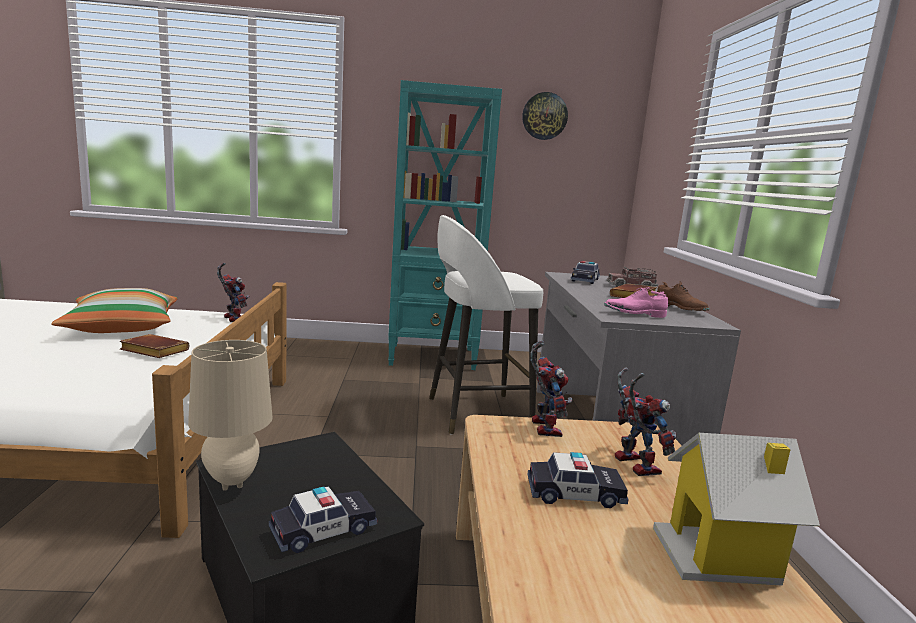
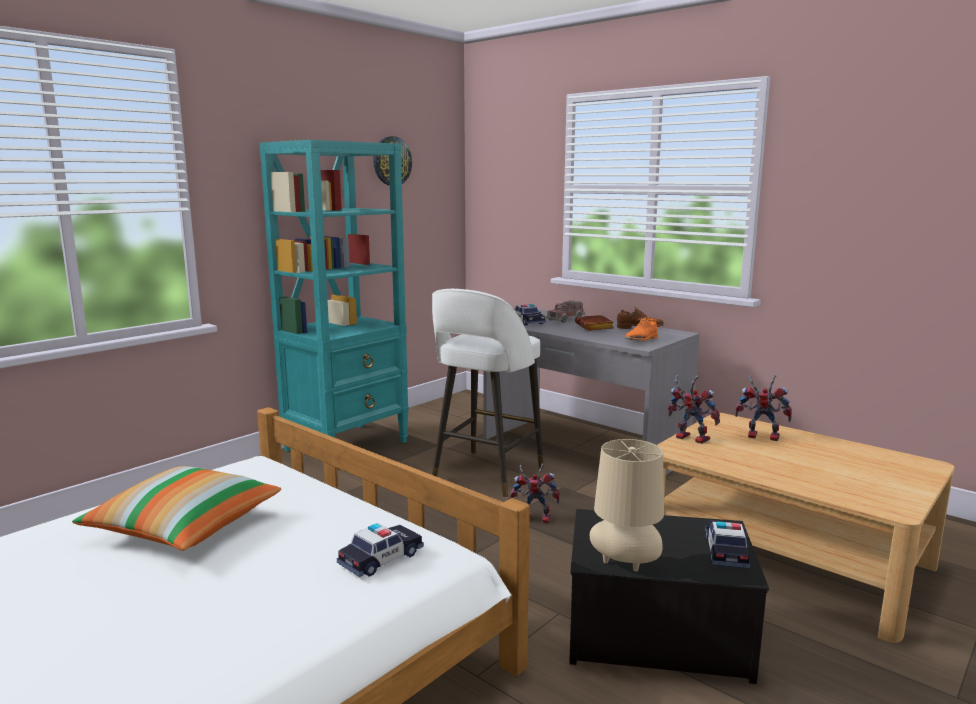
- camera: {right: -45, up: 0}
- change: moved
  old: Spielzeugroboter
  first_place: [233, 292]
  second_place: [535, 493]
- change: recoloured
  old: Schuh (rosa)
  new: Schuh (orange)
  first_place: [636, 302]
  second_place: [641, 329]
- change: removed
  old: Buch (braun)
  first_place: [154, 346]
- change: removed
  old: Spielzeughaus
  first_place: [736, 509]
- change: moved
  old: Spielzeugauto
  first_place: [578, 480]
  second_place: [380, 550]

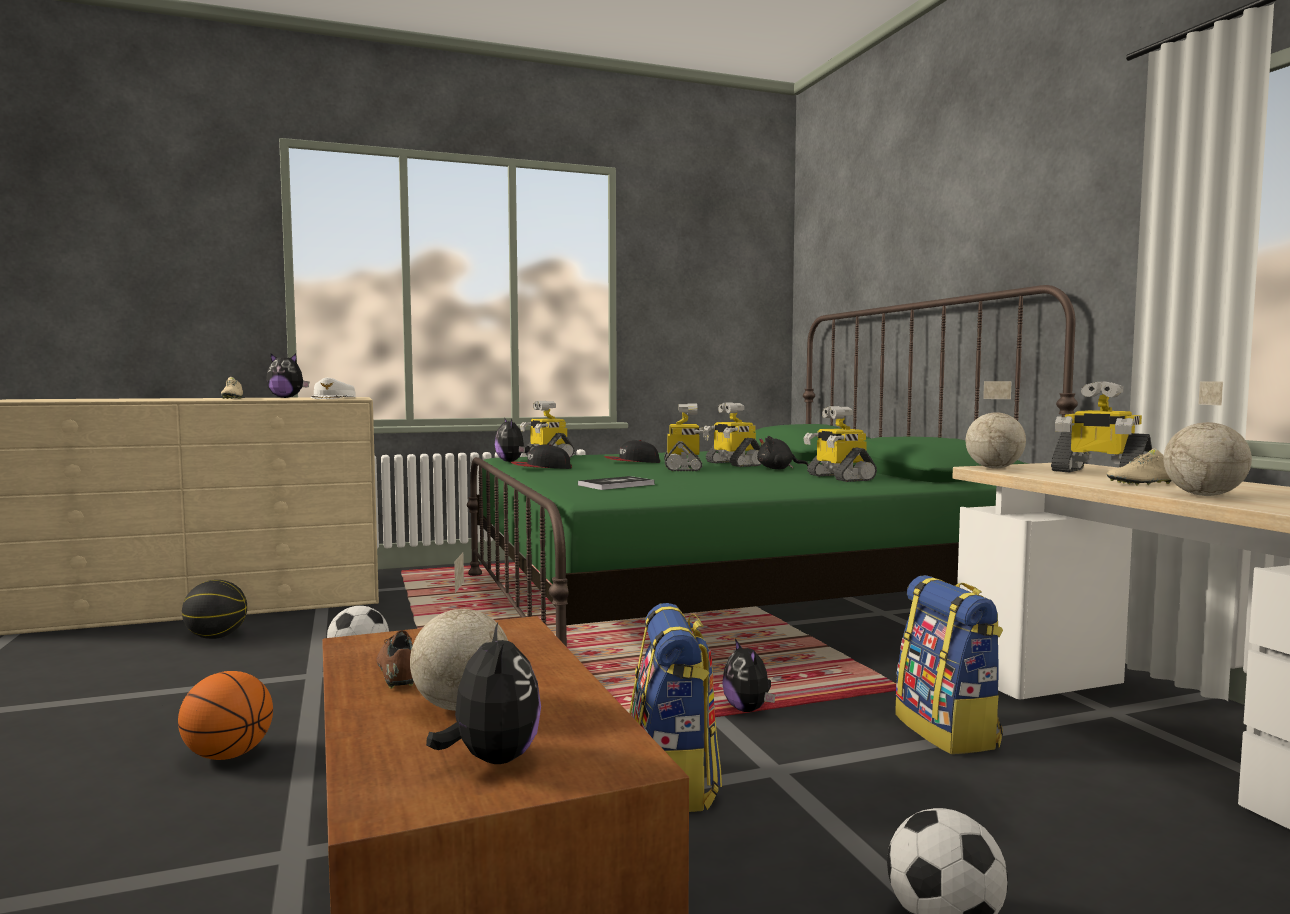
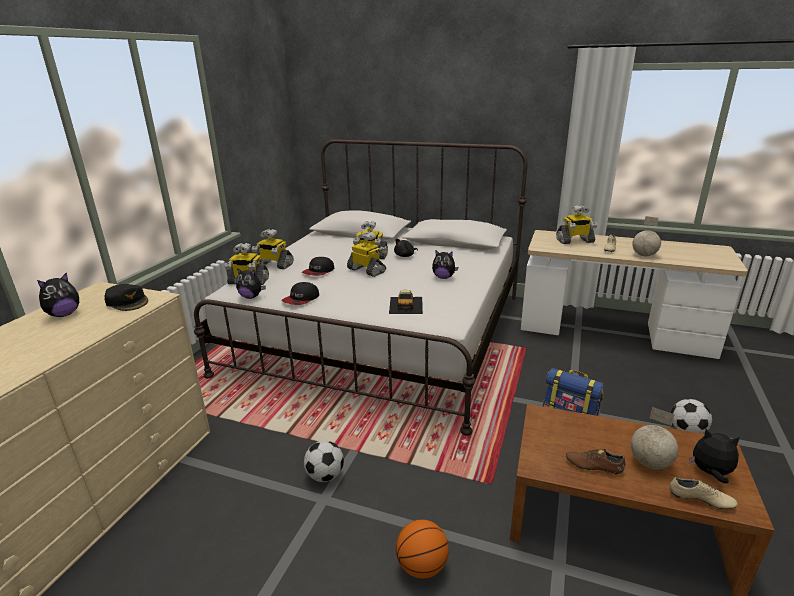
- camera: {right: -50, up: 20}
- change: recoloured
  old: Bett (grün)
  new: Bett (weiß)
  first_place: [772, 466]
  second_place: [360, 287]
- change: moved
  old: Schuh (beige)
  first_place: [232, 388]
  second_place: [704, 493]
- change: recoloured
  old: Kappe (weiß)
  new: Kappe (schwarz)
  first_place: [333, 388]
  second_place: [126, 297]
- change: removed
  old: Globus
  first_place: [996, 425]
- change: moved
  old: Spielzeugroboter
  first_place: [840, 444]
  second_place: [273, 249]
- change: replaced
  old: Buch
  new: Spielzeugauto
  first_place: [616, 483]
  second_place: [406, 302]
- change: removed
  old: Rucksack
  first_place: [949, 664]
- change: removed
  old: Basketball
  first_place: [214, 609]
- change: moved
  old: Plüschtier
  first_place: [748, 675]
  second_place: [445, 264]

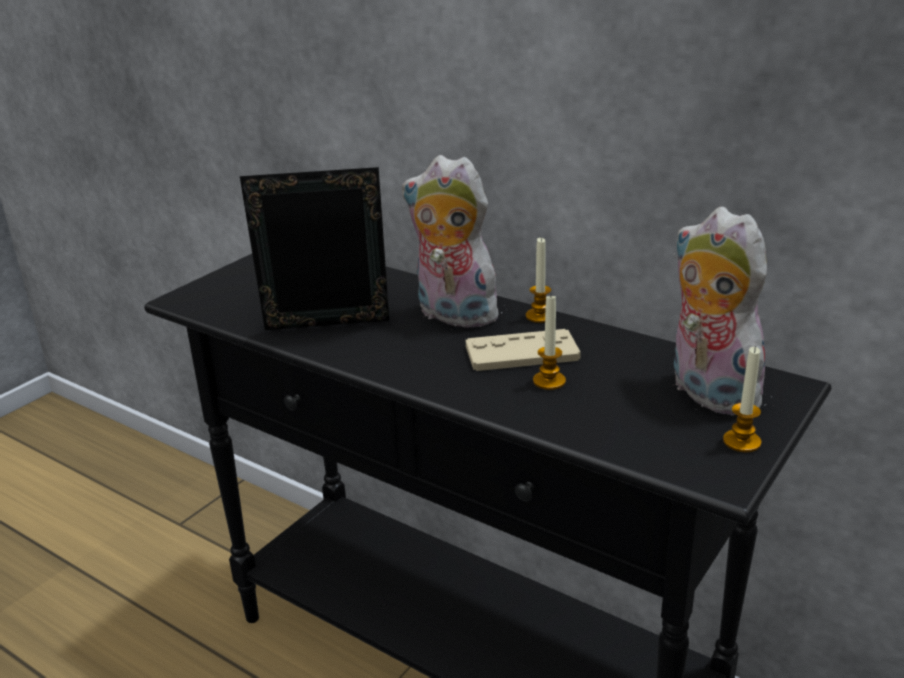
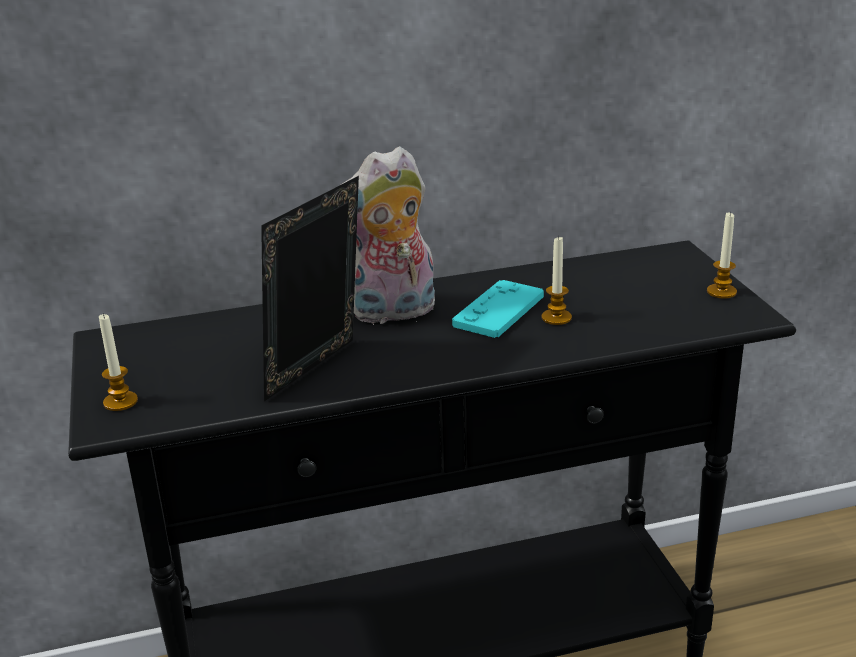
- camera: {right: -50, up: 0}
- change: removed
  old: Plüschtier
  first_place: [724, 311]
- change: moved
  old: Kerze
  first_place: [538, 280]
  second_place: [118, 362]
- change: recoloured
  old: Gamepad (beige)
  new: Gamepad (türkis)
  first_place: [523, 350]
  second_place: [498, 309]

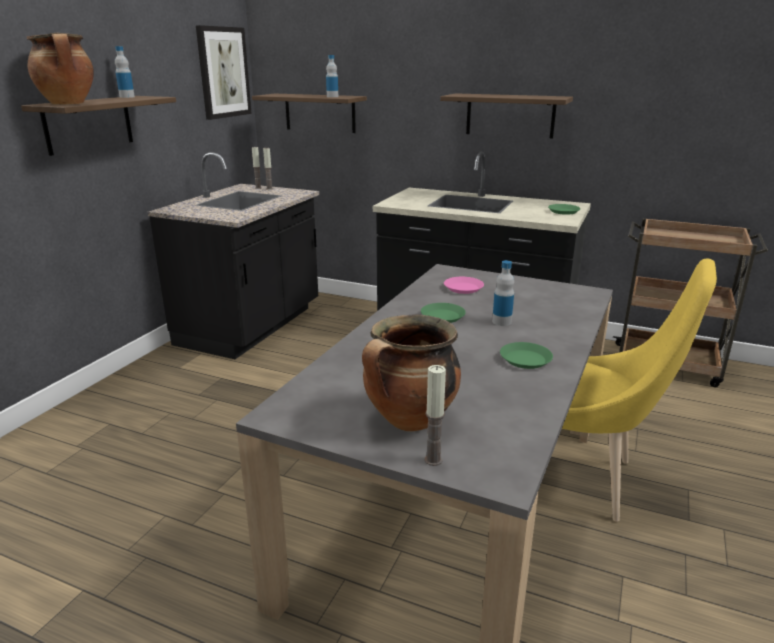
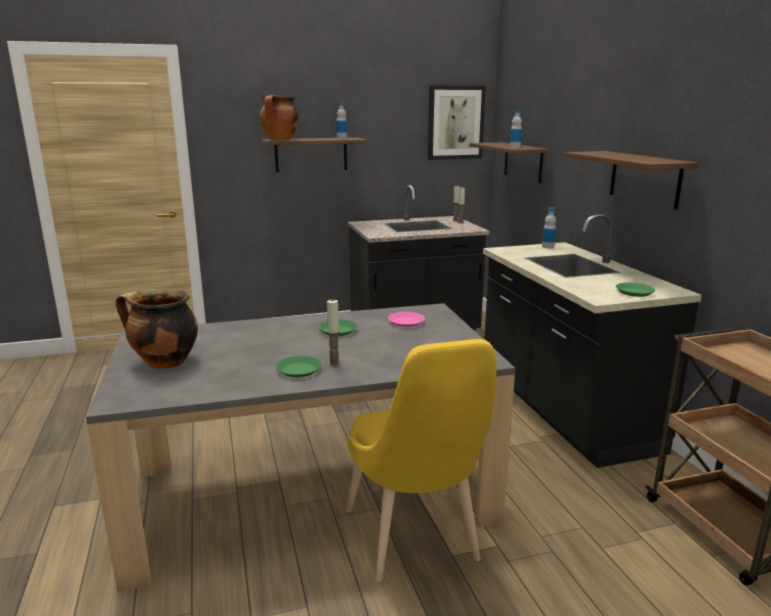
- camera: {right: 50, up: -5}
- change: moved
  old: Flasche
  first_place: [503, 293]
  second_place: [549, 227]
- change: moved
  old: Kerze
  first_place: [435, 415]
  second_place: [333, 333]

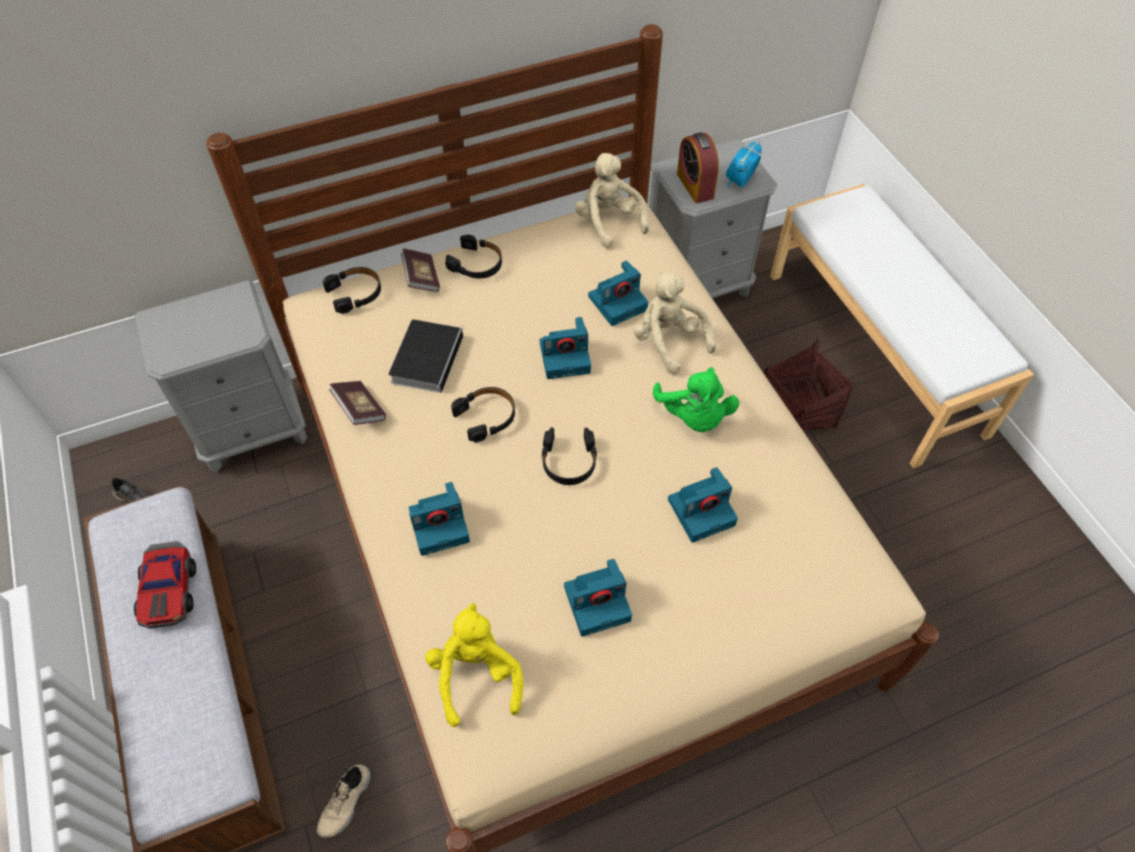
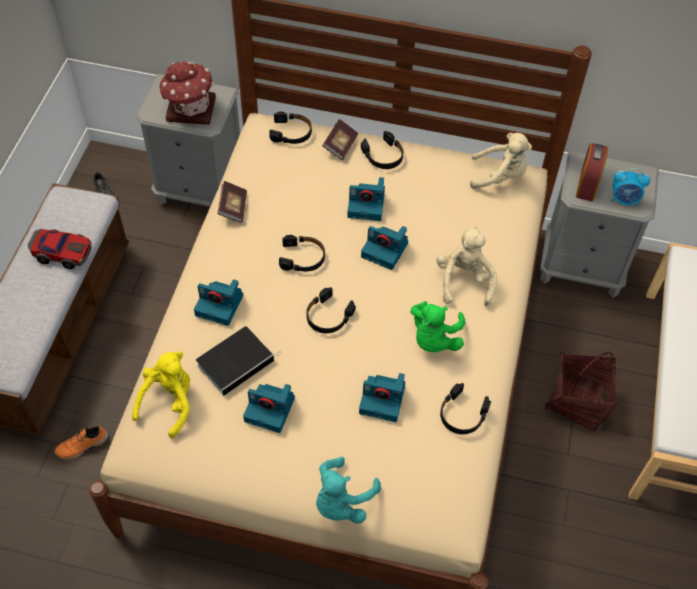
- camera: {right: 35, up: 0}
- change: turned
  old: Wecker
  first_place: [744, 164]
  second_place: [630, 187]
  degrees: -150
- change: turned
  old: Plüschtier (beige)
  first_place: [612, 200]
  second_place: [501, 161]
  degrees: 90
- change: moved
  old: Kamera
  first_place: [618, 293]
  second_place: [366, 199]
- change: moved
  old: Buch
  first_place: [426, 356]
  second_place: [239, 361]
- change: turned
  old: Spielzeugauto
  first_place: [165, 585]
  second_place: [60, 249]
  degrees: -105
- change: recoloured
  old: Schuh (beige)
  new: Schuh (orange)
  first_place: [343, 801]
  second_place: [81, 442]
- change: added
  new: Spielzeughaus
  second_place: [187, 93]
- change: added
  new: Kopfhörer (schwarz)
  second_place: [465, 408]
- change: added
  new: Plüschtier (türkis)
  second_place: [348, 490]

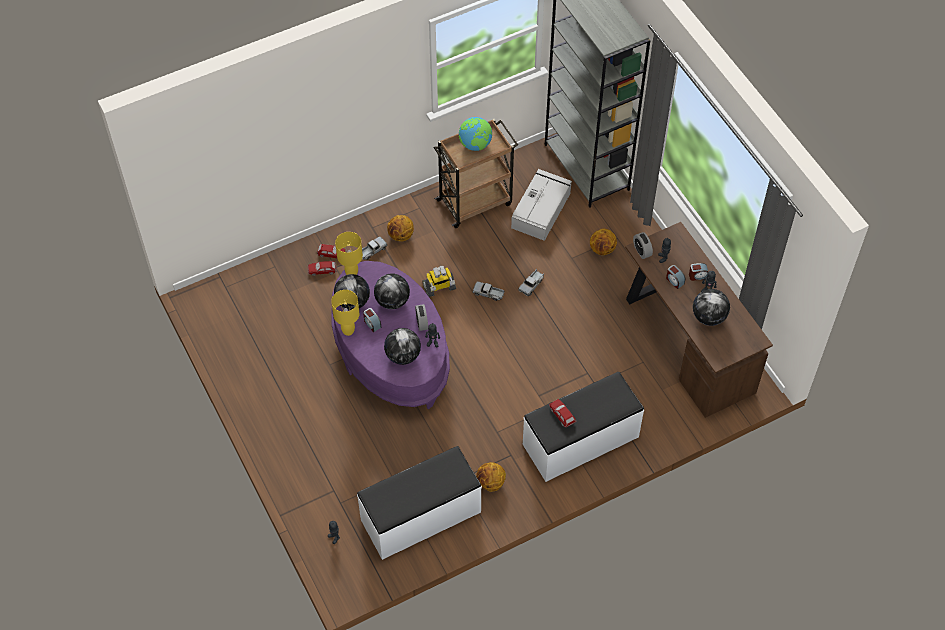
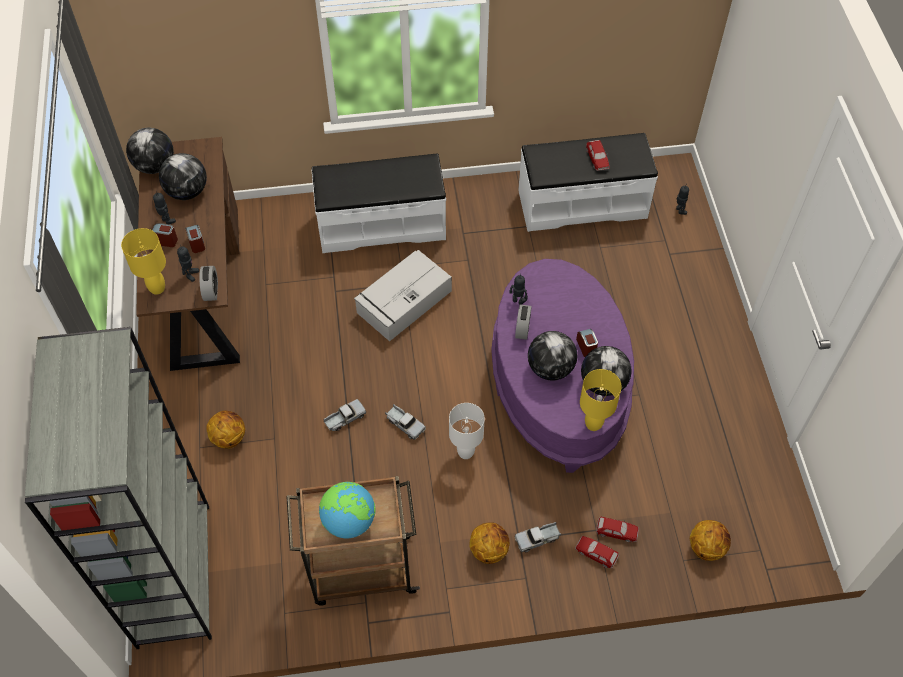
- camera: {right: -160, up: 0}
- change: moved
  old: Aufbewahrungsbox (grau)
  first_place: [541, 205]
  second_place: [403, 295]
- change: replaced
  old: Spielzeugroboter
  new: Tischlampe (weiß)
  first_place: [439, 281]
  second_place: [467, 431]
- change: moved
  old: Tischlampe (gelb)
  first_place: [345, 313]
  second_place: [143, 261]
- change: moved
  old: Globus
  first_place: [402, 346]
  second_place: [150, 151]
- change: moved
  old: Spielzeugauto
  first_place: [562, 413]
  second_place: [598, 155]
- change: moved
  old: Basketball
  first_place: [491, 477]
  second_place: [710, 540]

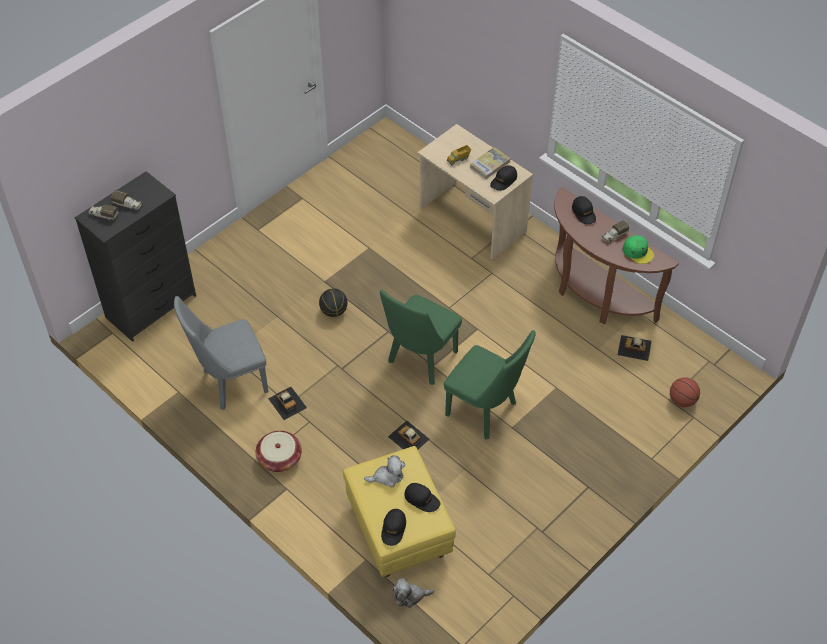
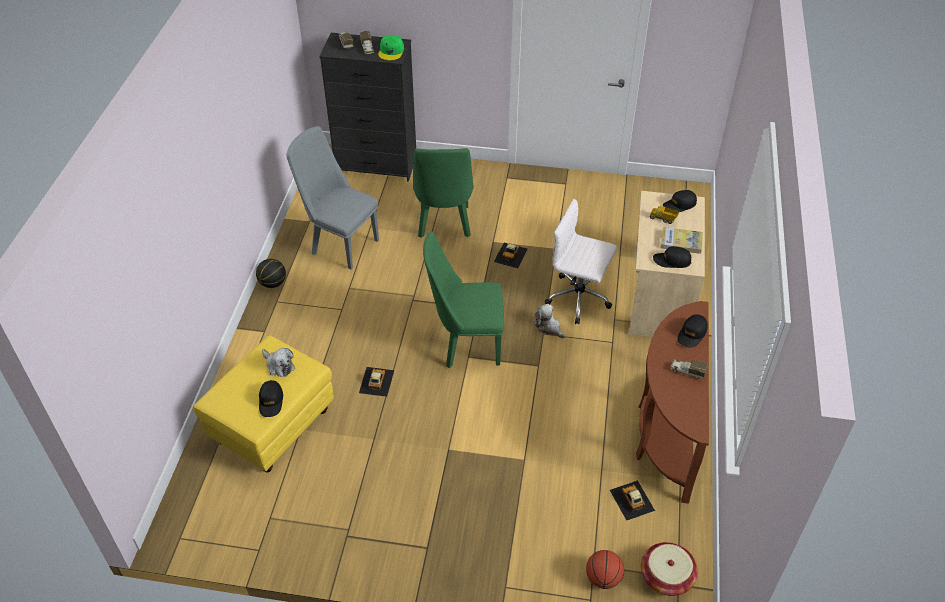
- camera: {right: 55, up: -5}
- change: moved
  old: Kappe (grün)
  first_place: [638, 249]
  second_place: [391, 47]
- change: moved
  old: Basketball
  first_place: [333, 303]
  second_place: [271, 273]
- change: moved
  old: Stuhl (grün)
  first_place: [490, 385]
  second_place: [443, 193]
- change: moved
  old: Spielzeugauto
  first_place: [287, 403]
  second_place: [510, 255]
- change: moved
  old: Korb
  first_place: [279, 451]
  second_place: [669, 569]
- change: moved
  old: Kappe (schwarz)
  first_place: [393, 527]
  second_place: [680, 201]
- change: moved
  old: Plüschtier
  first_place: [413, 593]
  second_place: [550, 321]
- change: added
  new: Bürostuhl (weiß)
  second_place: [581, 261]

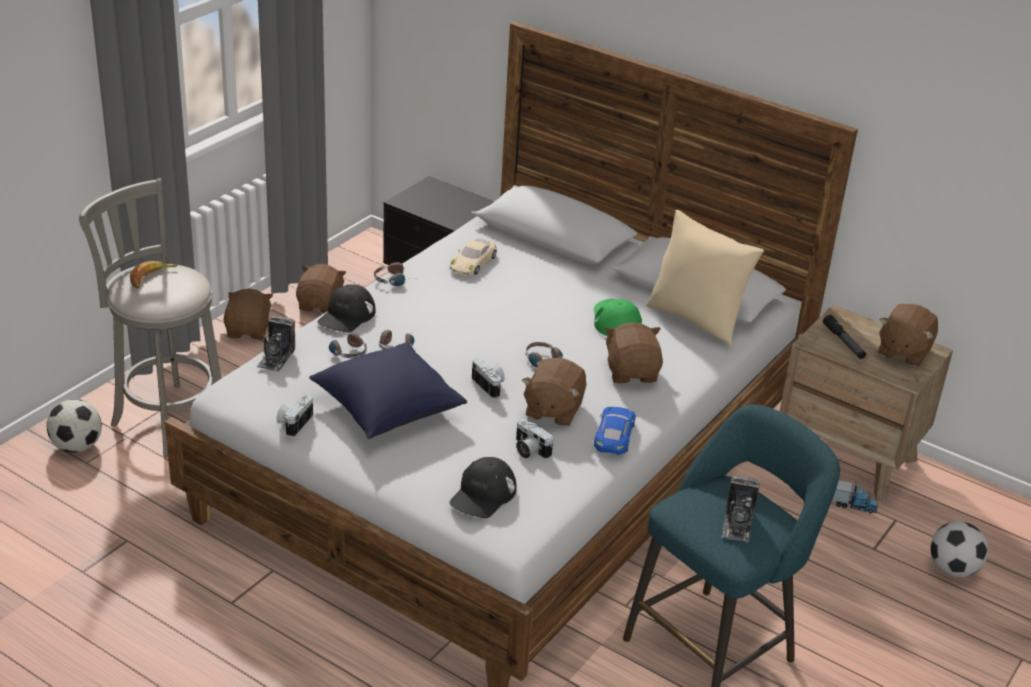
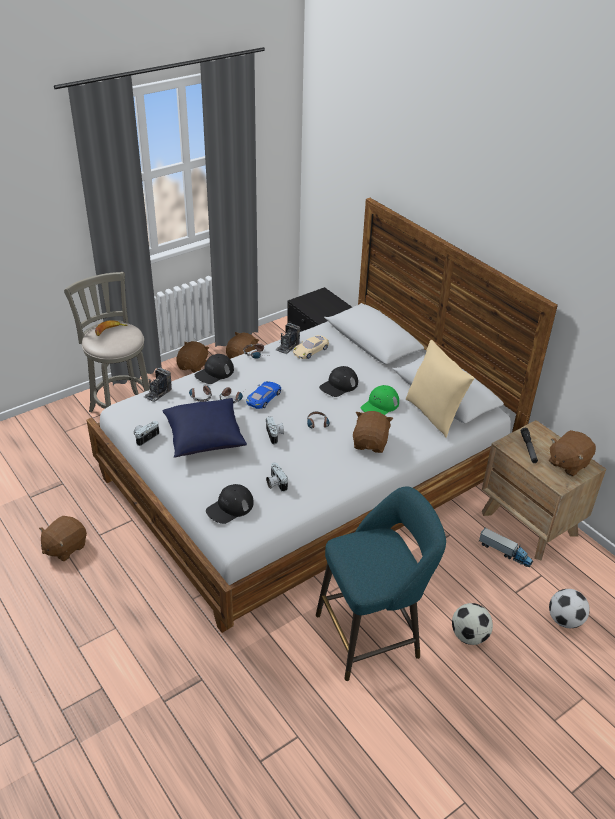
- camera: {right: 20, up: 5}
- change: turned
  old: Kappe (grün)
  first_place: [618, 317]
  second_place: [380, 400]
  degrees: -150
- change: moved
  old: Plüschtier (braun)
  first_place: [554, 392]
  second_place: [63, 538]
- change: moved
  old: Fußball
  first_place: [74, 426]
  second_place: [472, 624]
- change: moved
  old: Spielzeugauto (blau)
  first_place: [615, 430]
  second_place: [263, 395]
- change: moved
  old: Kamera
  first_place: [741, 509]
  second_place: [288, 338]
- change: added
  new: Kappe (schwarz)
  second_place: [338, 381]

